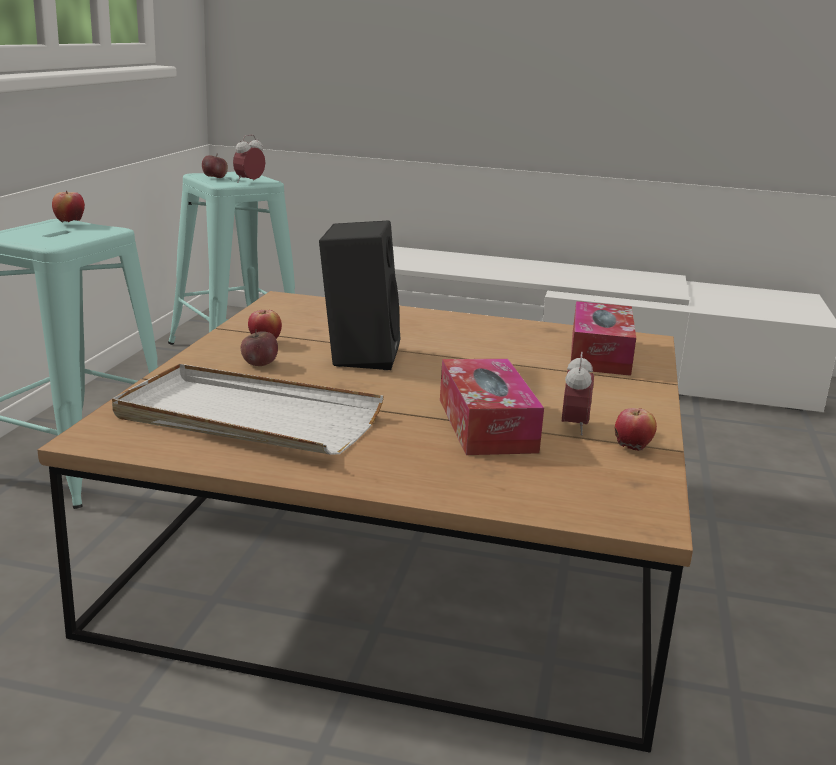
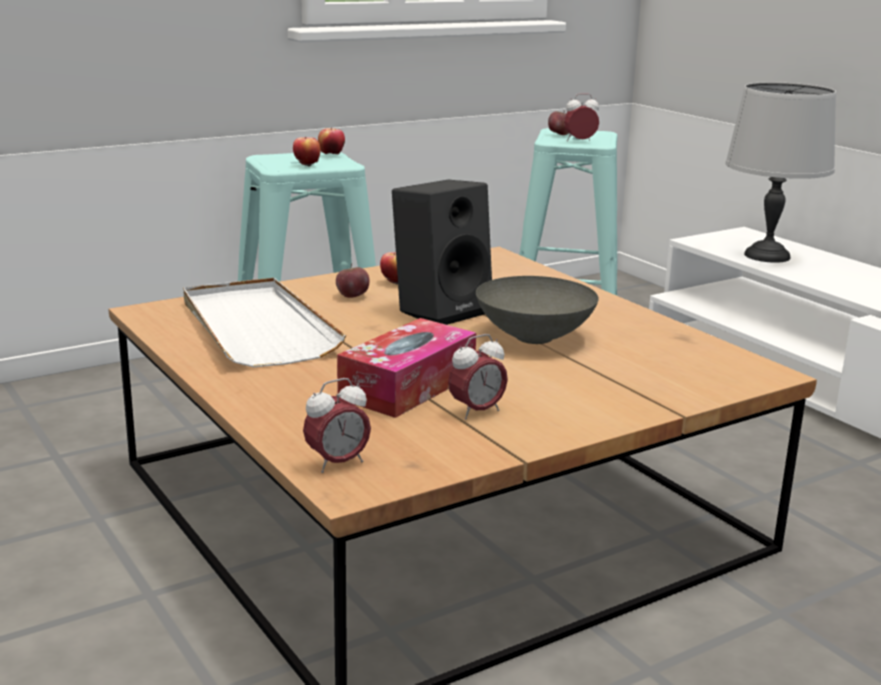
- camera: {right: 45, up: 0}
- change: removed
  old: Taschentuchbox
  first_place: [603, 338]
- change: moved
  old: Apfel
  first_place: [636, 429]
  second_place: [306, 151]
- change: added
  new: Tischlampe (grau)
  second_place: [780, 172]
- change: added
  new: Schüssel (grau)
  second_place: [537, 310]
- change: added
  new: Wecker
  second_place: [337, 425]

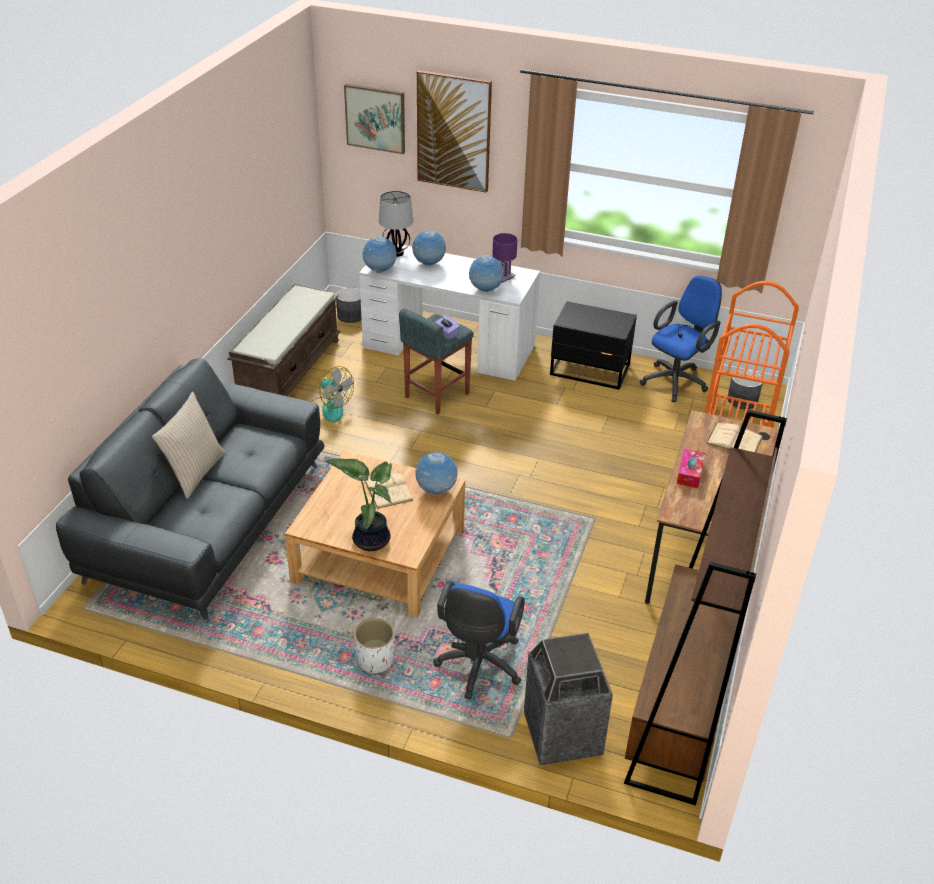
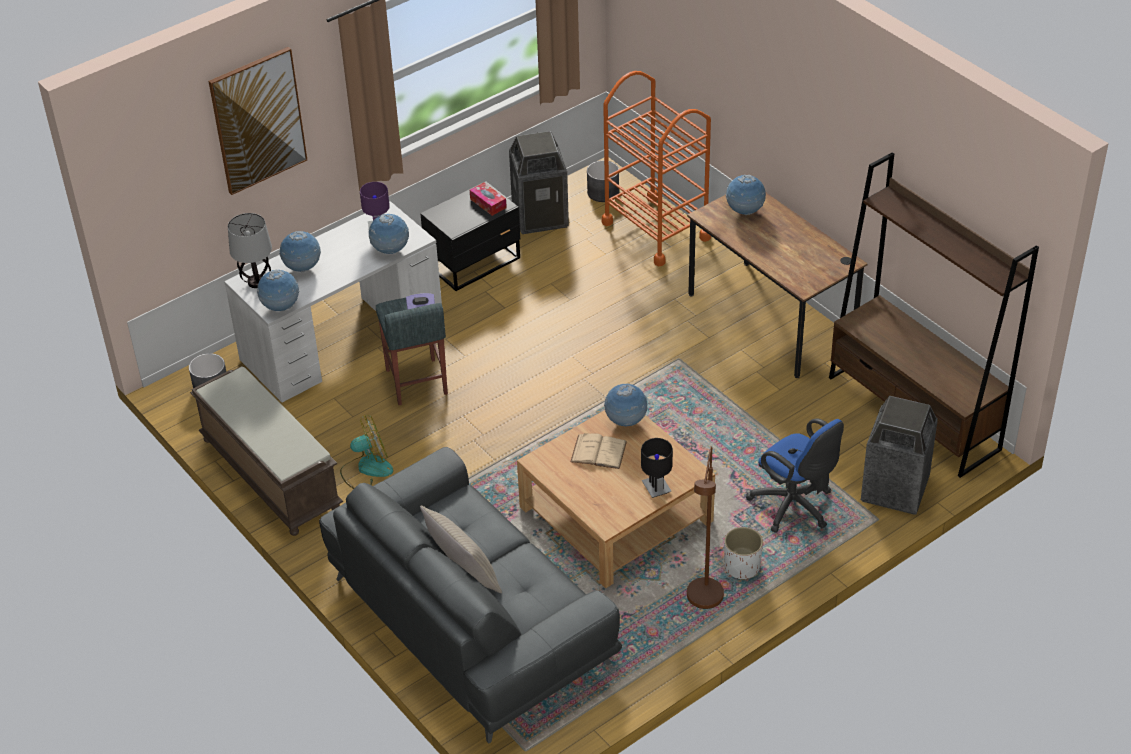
- camera: {right: -55, up: 5}
- change: removed
  old: Bild
  first_place: [374, 119]
- change: replaced
  old: Bürostuhl (blau)
  new: Mülleimer
  first_place: [681, 339]
  second_place: [539, 182]
- change: replaced
  old: Buch (beige)
  new: Globus
  first_place: [734, 437]
  second_place: [746, 195]
- change: moved
  old: Taschentuchbox
  first_place: [691, 468]
  second_place: [488, 199]
- change: replaced
  old: Topfpflanze
  new: Tischlampe (schwarz)
  first_place: [358, 504]
  second_place: [657, 468]
- change: added
  new: Stehlampe (braun)
  second_place: [705, 527]

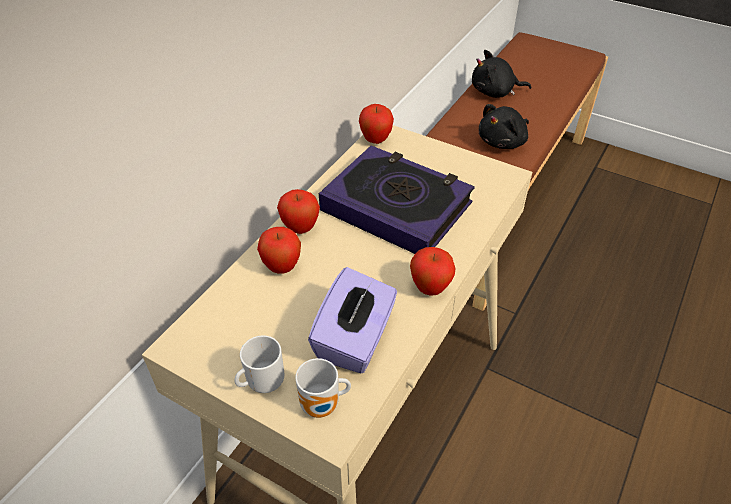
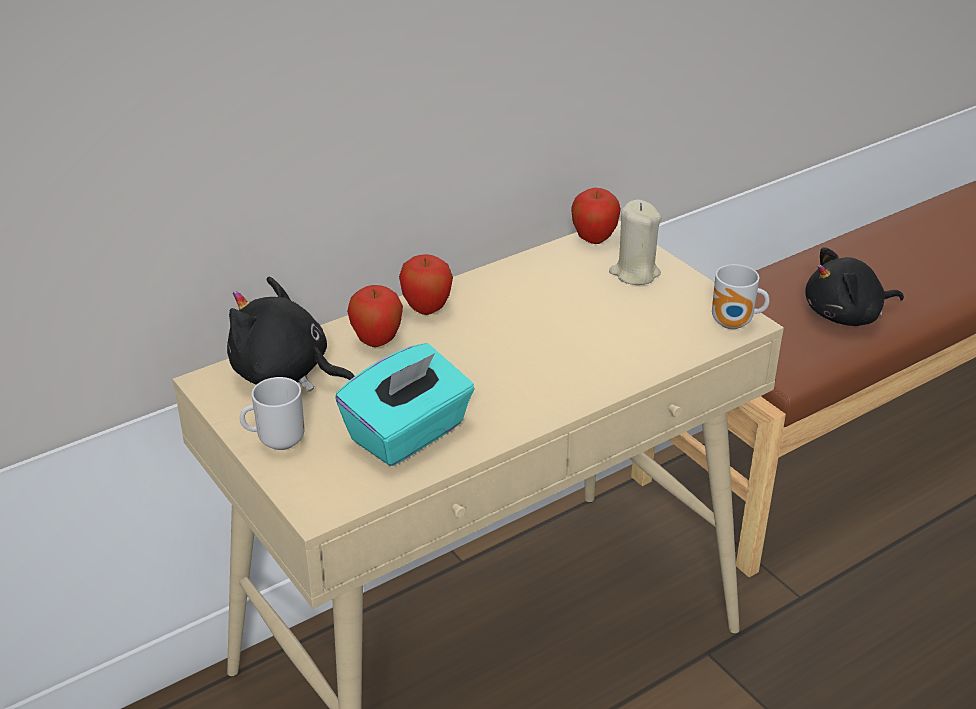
- camera: {right: 25, up: -10}
- change: moved
  old: Plüschtier (schwarz)
  first_place: [501, 74]
  second_place: [291, 334]
- change: removed
  old: Buch
  first_place: [397, 199]
- change: removed
  old: Apfel
  first_place: [433, 271]
- change: recoloured
  old: Taschentuchbox (lila)
  new: Taschentuchbox (türkis)
  first_place: [352, 320]
  second_place: [405, 404]
- change: moved
  old: Henkelbecher
  first_place: [323, 388]
  second_place: [740, 296]
- change: added
  new: Kerze (beige)
  second_place: [635, 242]

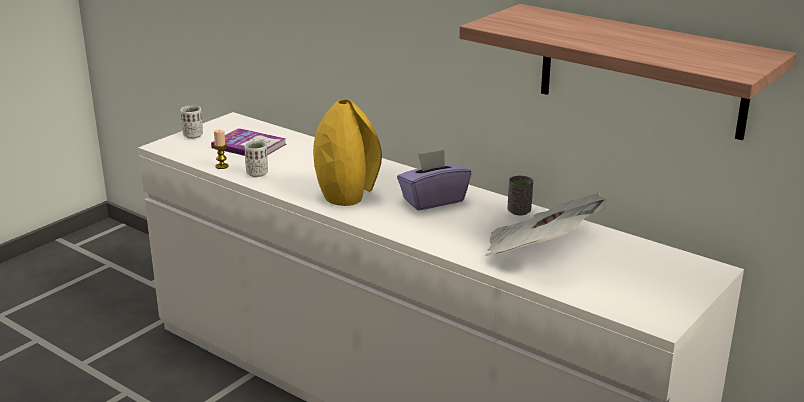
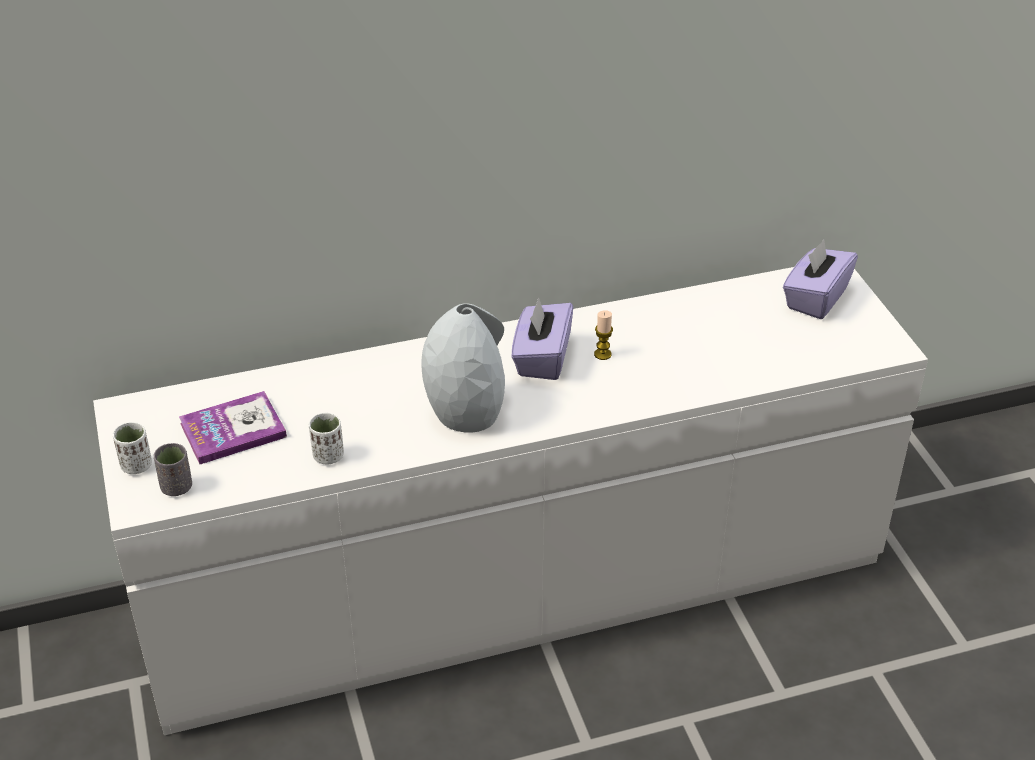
- camera: {right: -55, up: 15}
- change: removed
  old: Wandregal
  first_place: [627, 72]
- change: recoloured
  old: Vase (gelb)
  new: Vase (grau)
  first_place: [347, 152]
  second_place: [463, 368]
- change: moved
  old: Kerze
  first_place: [221, 149]
  second_place: [603, 335]
- change: moved
  old: Tasse (grau)
  first_place: [520, 195]
  second_place: [173, 469]
- change: removed
  old: Zeitung
  first_place: [546, 224]
- change: added
  new: Taschentuchbox (lila)
  second_place: [820, 279]

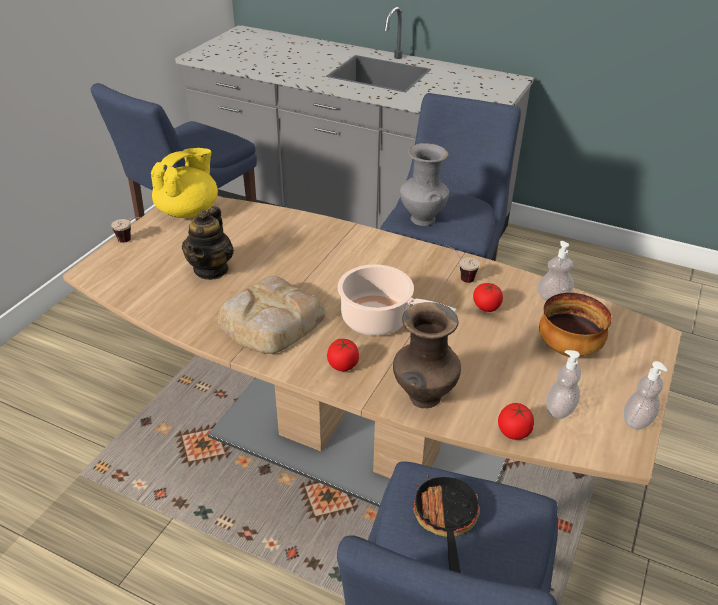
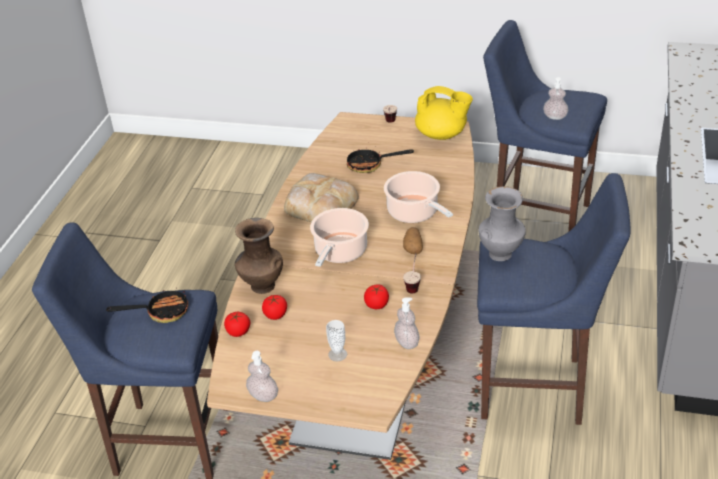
- camera: {right: 80, up: 0}
- change: replaced
  old: Teekanne
  new: Pfanne
  first_place: [208, 243]
  second_place: [380, 161]
- change: replaced
  old: Schüssel
  new: Tasse
  first_place: [575, 325]
  second_place: [336, 341]
- change: moved
  old: Tomate
  first_place: [343, 355]
  second_place: [274, 307]
- change: moved
  old: Seifenspender
  first_place: [563, 384]
  second_place: [555, 98]
- change: added
  new: Kochtopf
  second_place: [418, 197]
- change: added
  new: Kartoffel
  second_place: [413, 240]

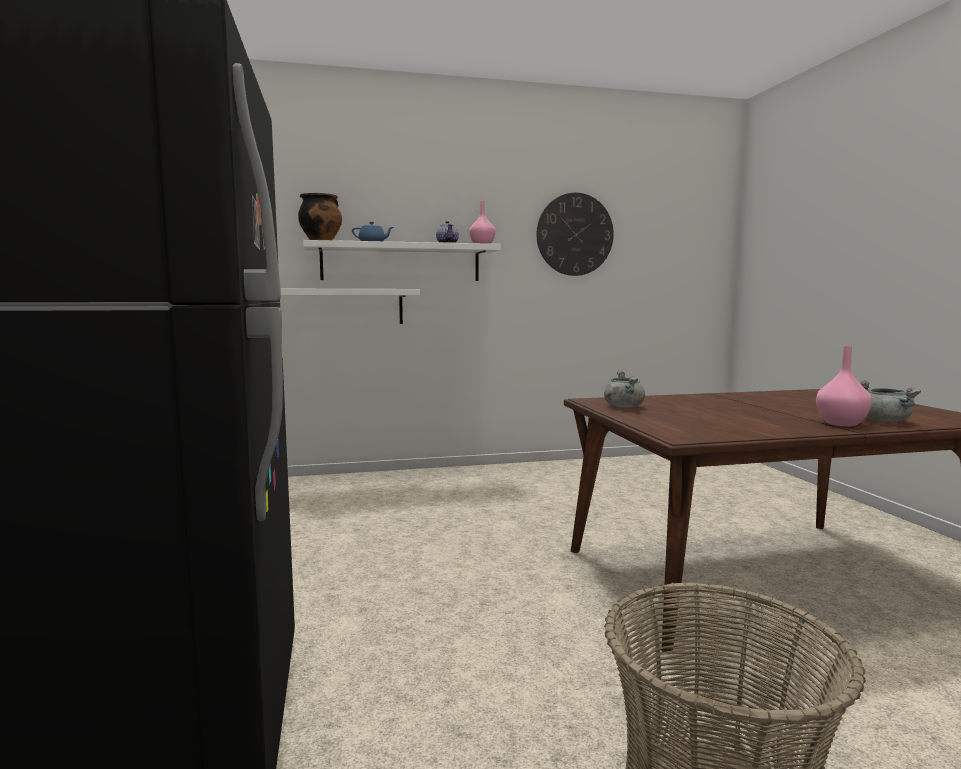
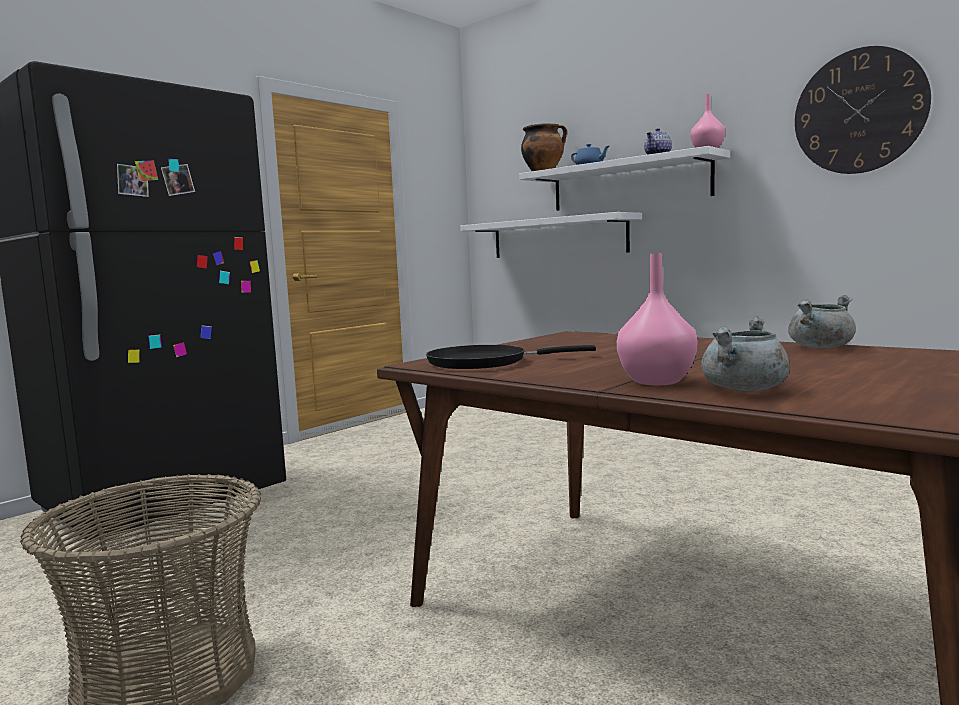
- camera: {right: 55, up: 0}
- change: moved
  old: Kochtopf (grau)
  first_place: [624, 389]
  second_place: [822, 322]
- change: added
  new: Pfanne (schwarz)
  second_place: [511, 357]

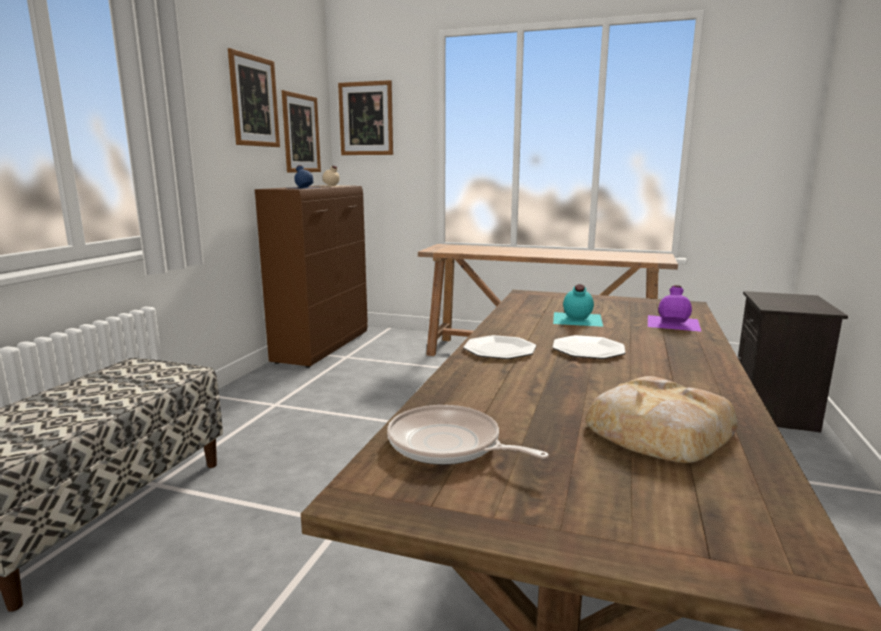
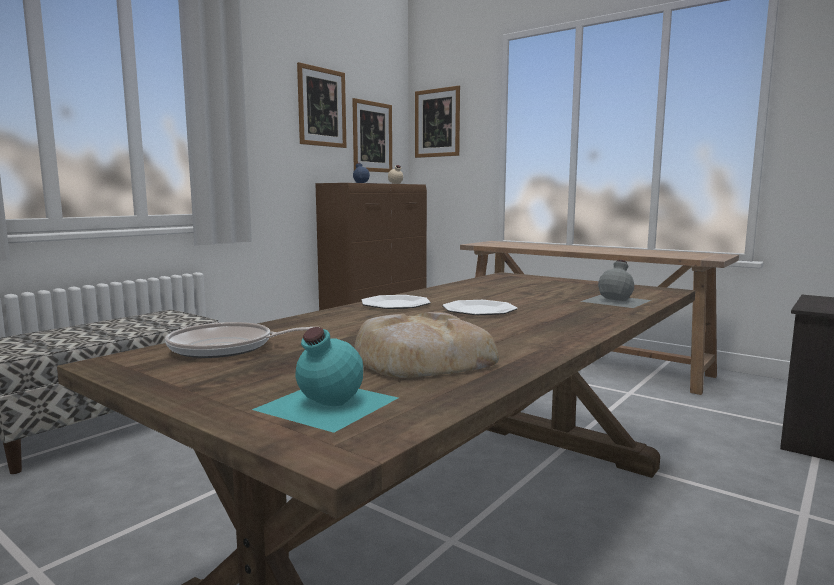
- camera: {right: 20, up: -5}
- change: moved
  old: Flasche (türkis)
  first_place: [578, 305]
  second_place: [325, 380]
- change: recoloured
  old: Flasche (lila)
  new: Flasche (grau)
  first_place: [675, 308]
  second_place: [615, 284]
- change: turned
  old: Pfanne
  first_place: [468, 435]
  second_place: [239, 340]
  degrees: -60

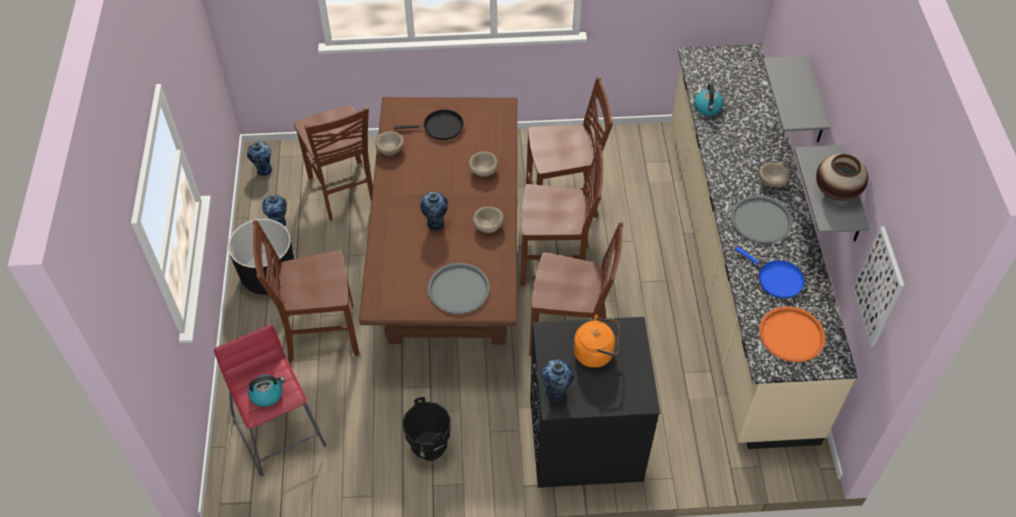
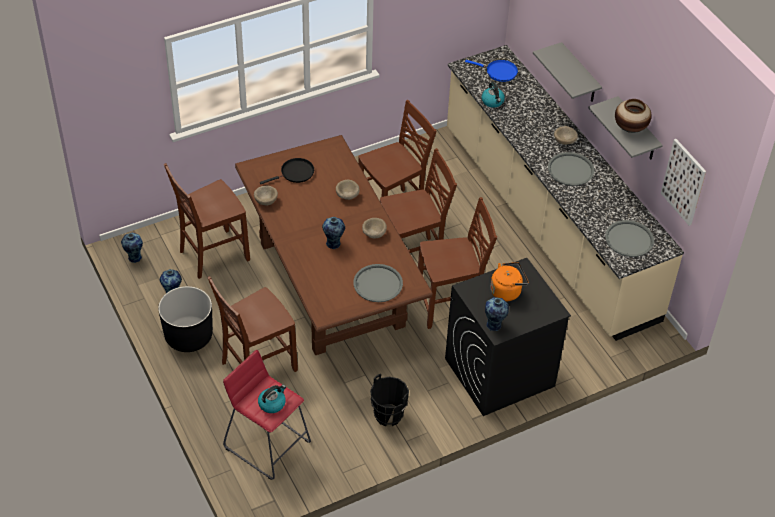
- camera: {right: -25, up: -5}
- change: turned
  old: Stuhl (braun)
  first_place: [333, 163]
  second_place: [207, 221]
  degrees: 105
- change: moved
  old: Pfanne (blau)
  first_place: [770, 272]
  second_place: [491, 71]
- change: recoloured
  old: Tablett (orange)
  new: Tablett (grau)
  first_place: [792, 334]
  second_place: [629, 238]

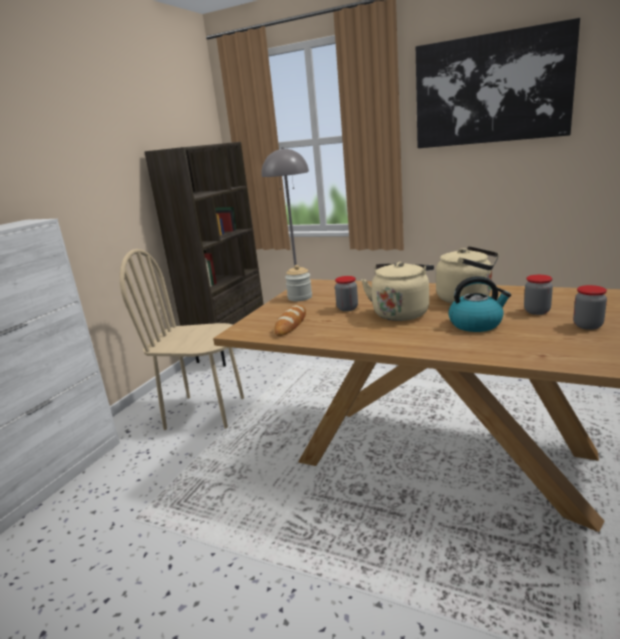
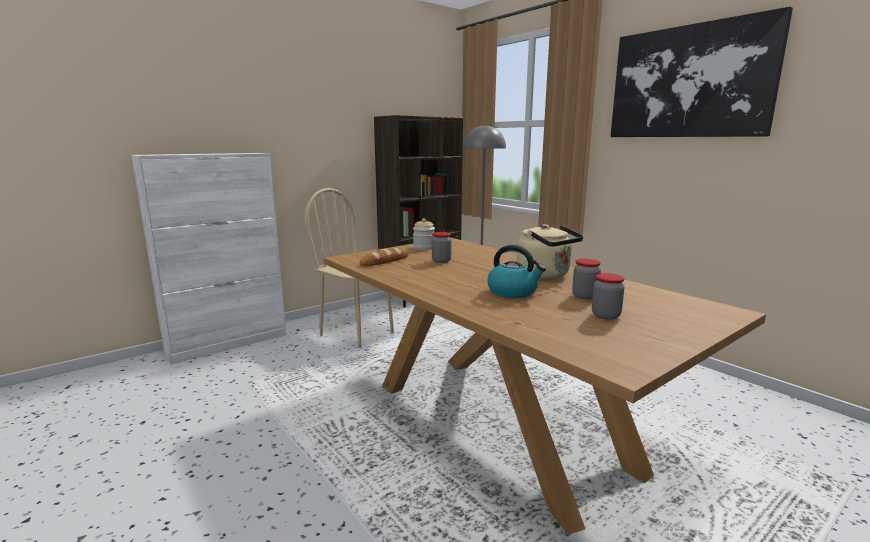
- camera: {right: 25, up: -5}
- change: removed
  old: Wasserkessel (beige)
  first_place: [397, 291]

